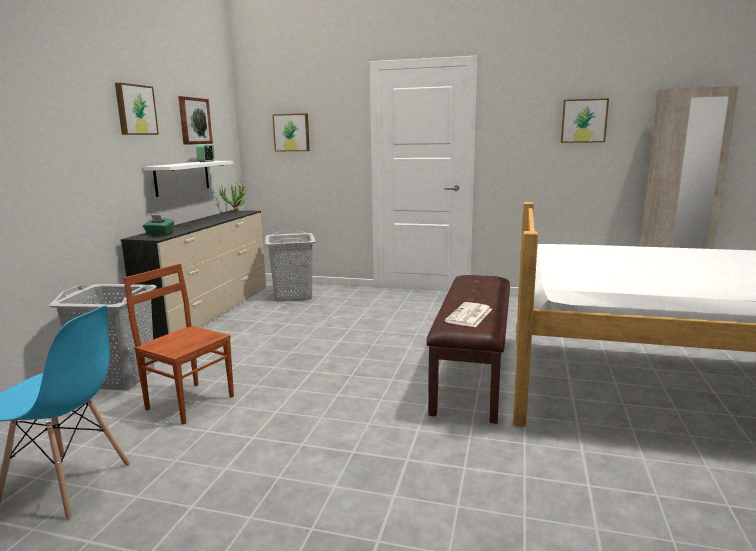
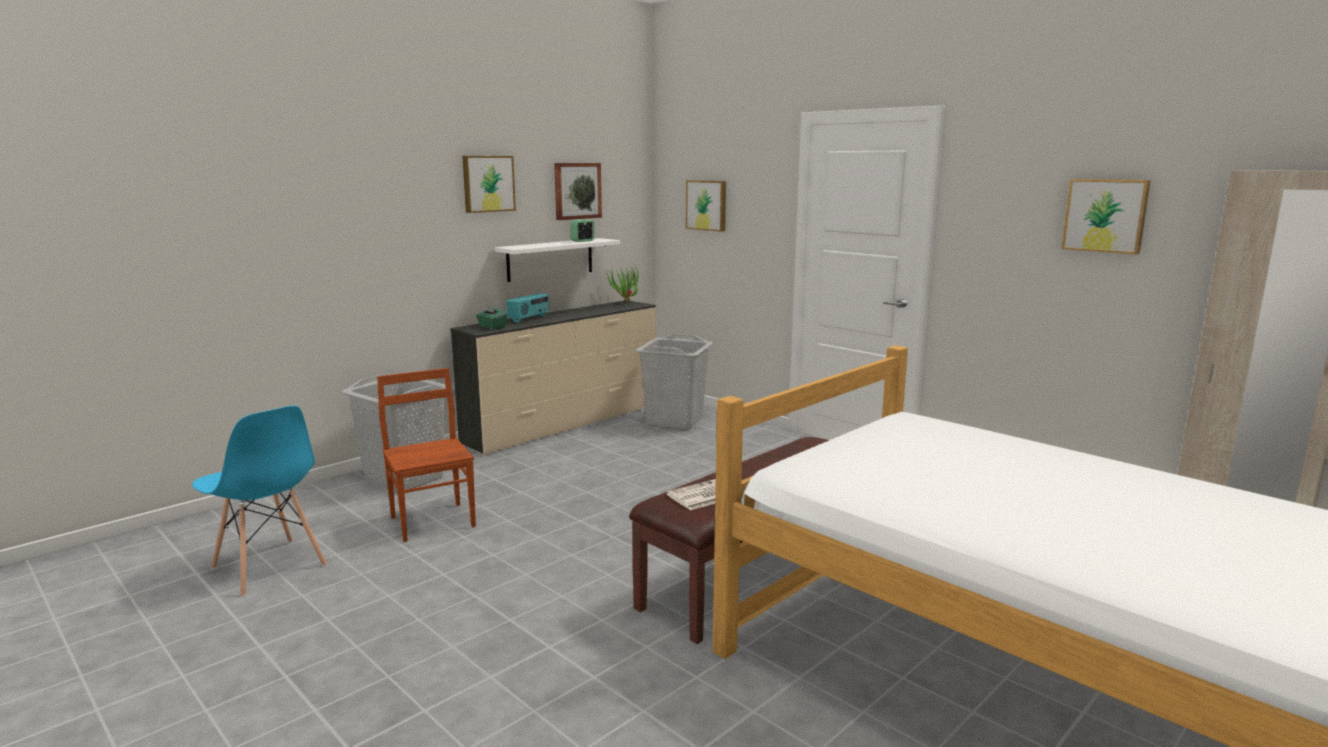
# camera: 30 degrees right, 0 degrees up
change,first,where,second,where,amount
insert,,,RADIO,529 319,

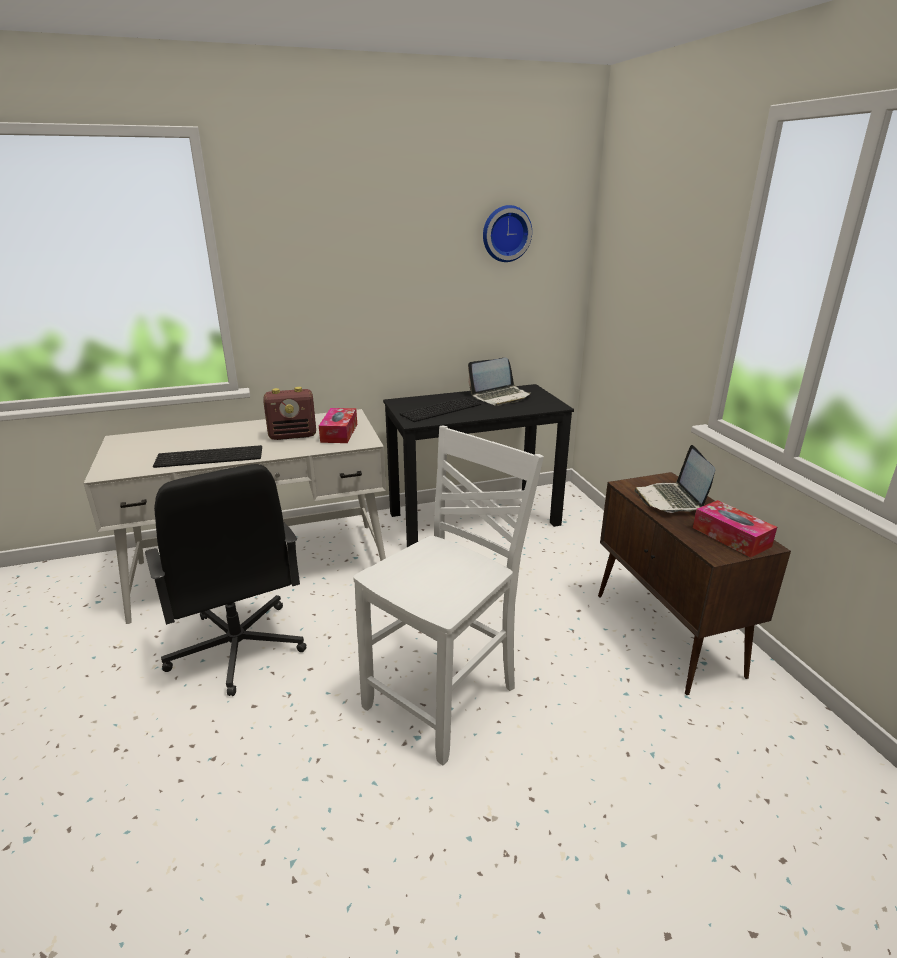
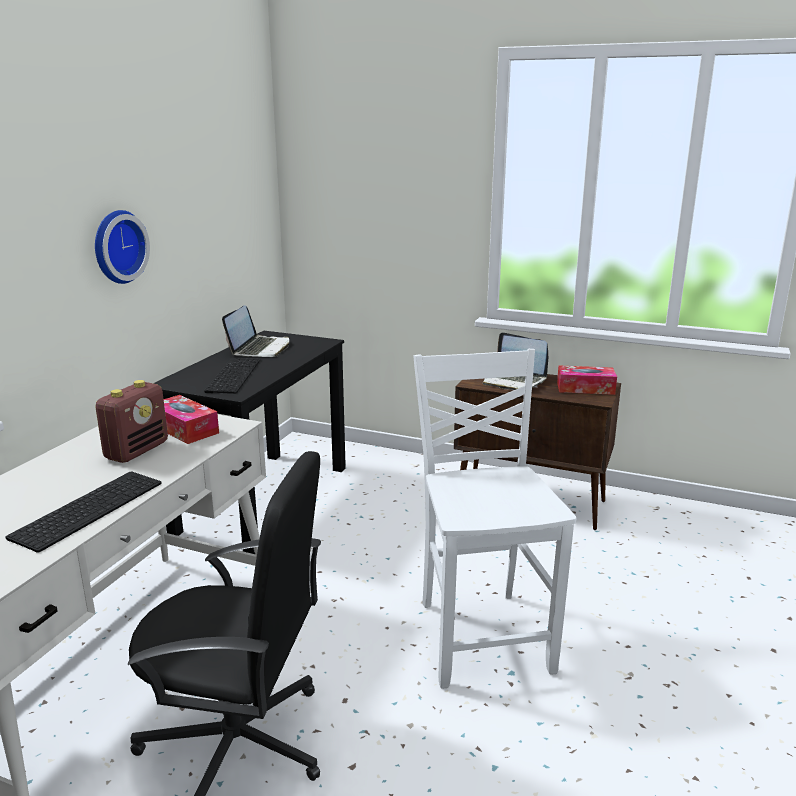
# camera: 50 degrees left, 5 degrees down
change,first,where,second,where,amount
move,WALL CLOCK,505 233,,116 246,

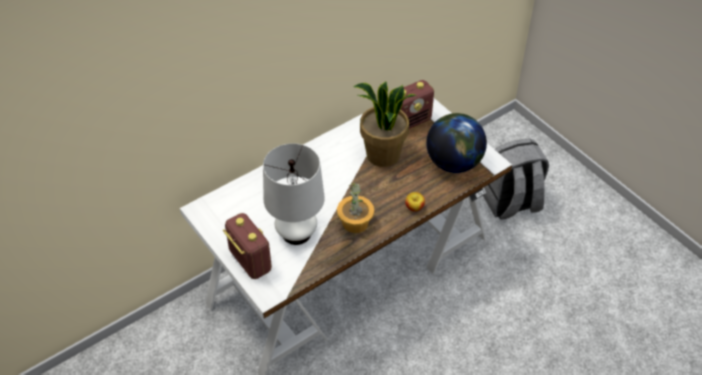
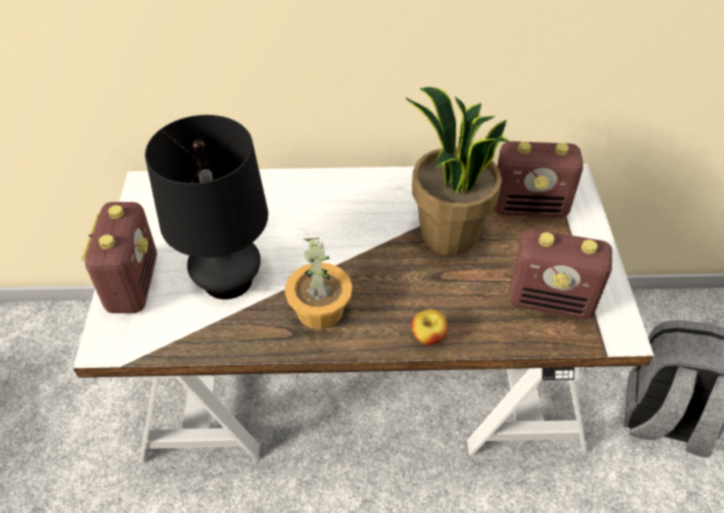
# camera: 35 degrees right, 0 degrees up
change,first,where,second,where,amount
recolor,WHITE TABLE LAMP,296 233,BLACK TABLE LAMP,227 280,
replace,GLOBE,453 163,RADIO,551 301,

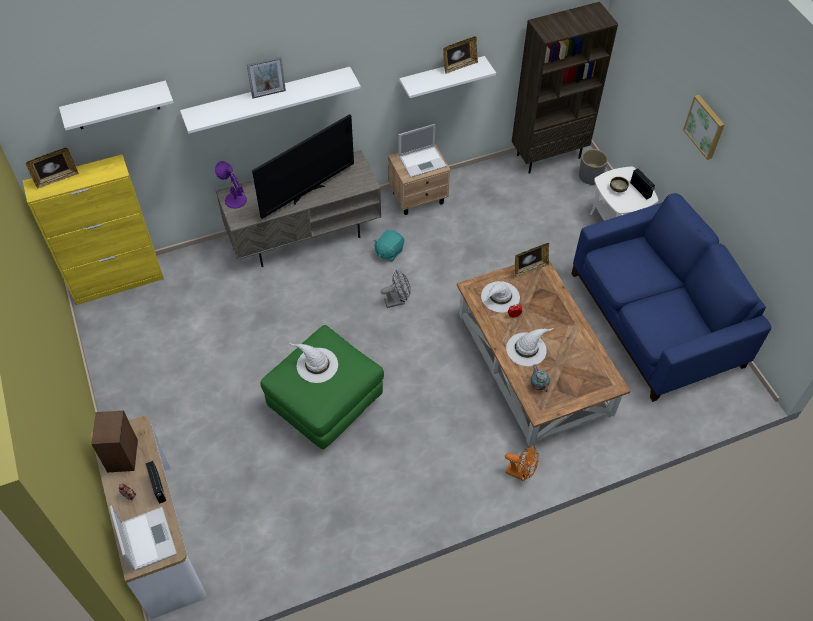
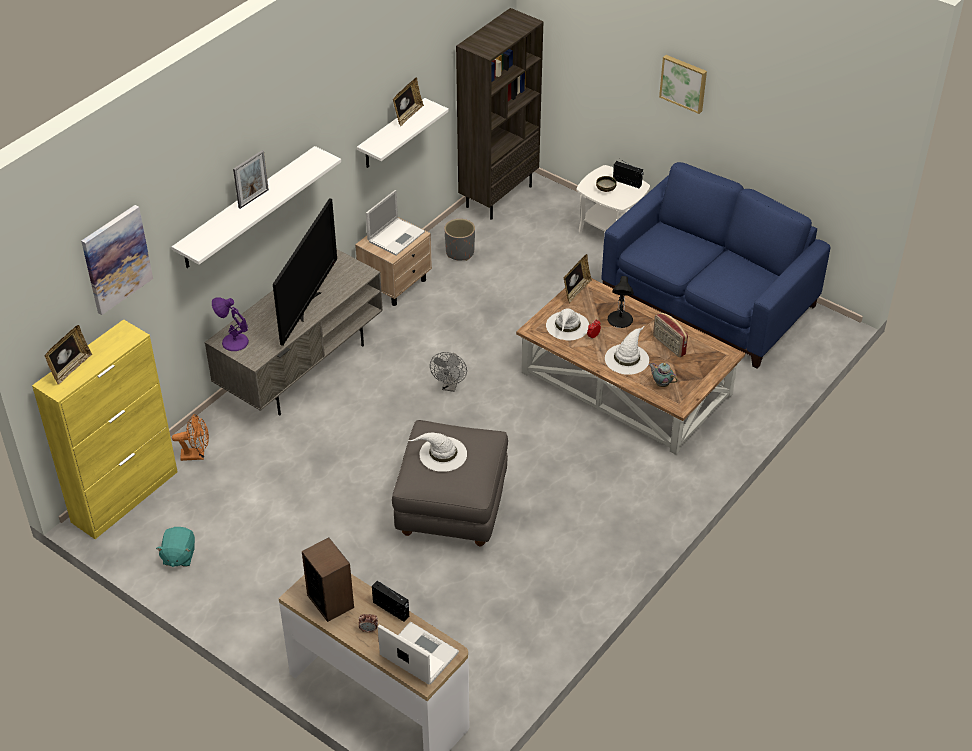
# camera: 30 degrees left, 10 degrees down
change,first,where,second,where,amount
replace,WHITE SHELF,116 106,PICTURE,116 259,
move,TURQUOISE PLUSH TOY,389 251,,178 556,
move,ORANGE FAN,520 473,,196 455,
recolor,GREEN OTTOMAN,325 403,GREY OTTOMAN,451 507,
rotate,GREY FAN,397 301,,450 386,150 degrees clockwise
move,GREY PLANTER,590 177,,460 252,
insert,,,BLACK TABLE LAMP,620 320,
insert,,,RADIO,668 345,

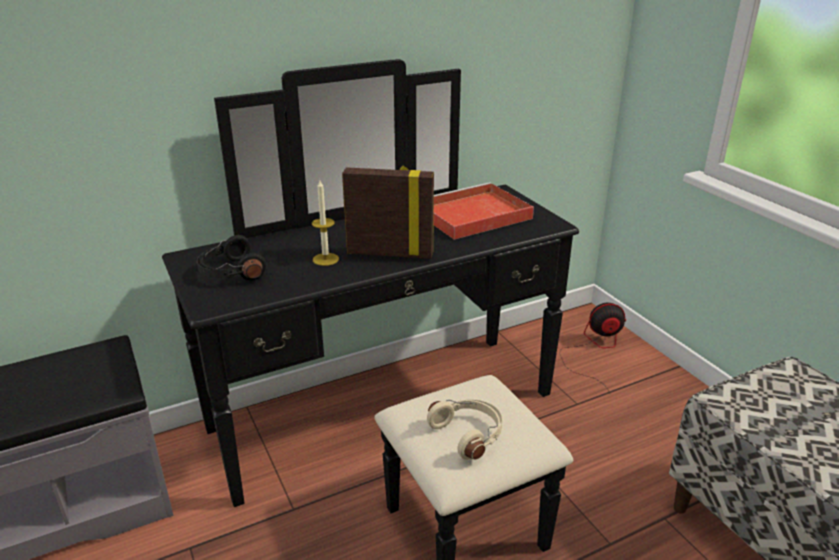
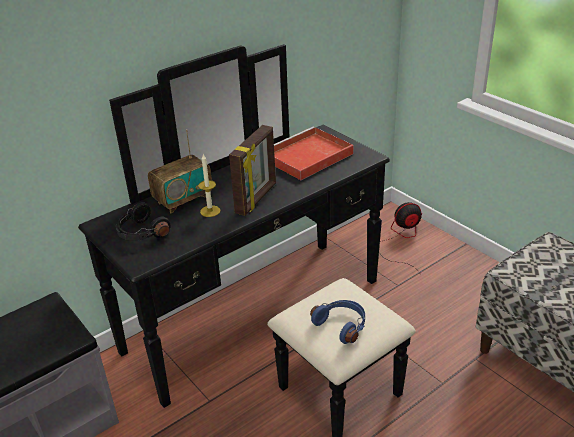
# camera: 10 degrees left, 5 degrees up
change,first,where,second,where,amount
insert,,,RADIO,183 200,
rotate,PICTURE FRAME,390 253,,257 199,120 degrees clockwise
recolor,BEIGE HEADPHONES,469 434,BLUE HEADPHONES,342 325,

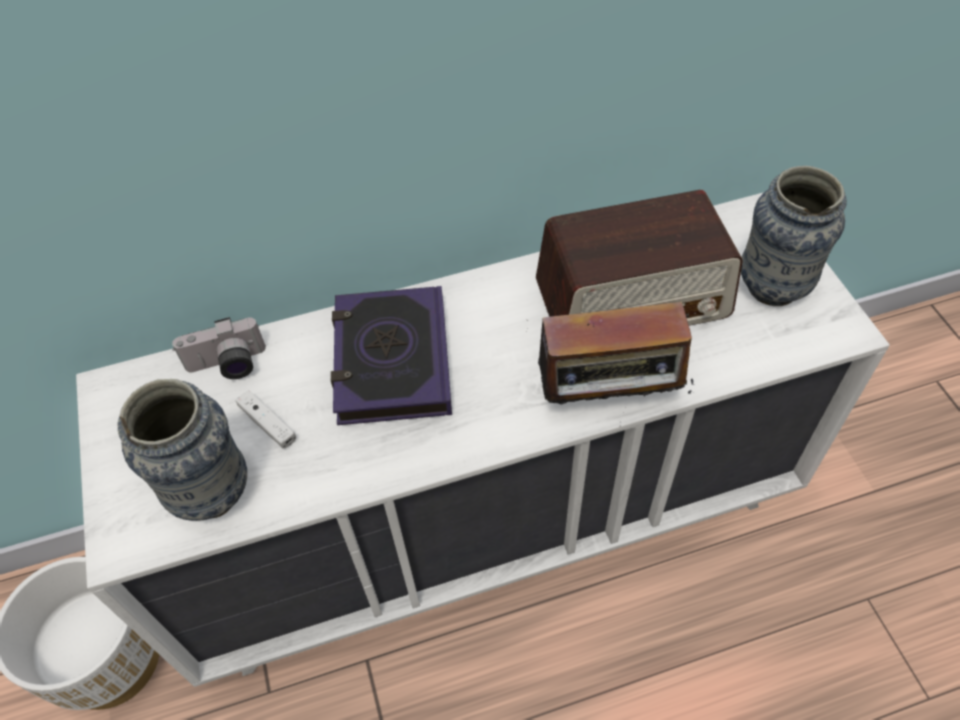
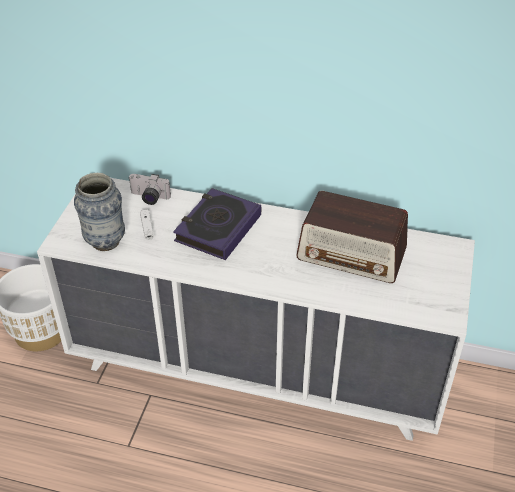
# camera: 30 degrees right, 10 degrees down
change,first,where,second,where,amount
delete,RADIO,609 399,,,
delete,VASE,772 288,,,

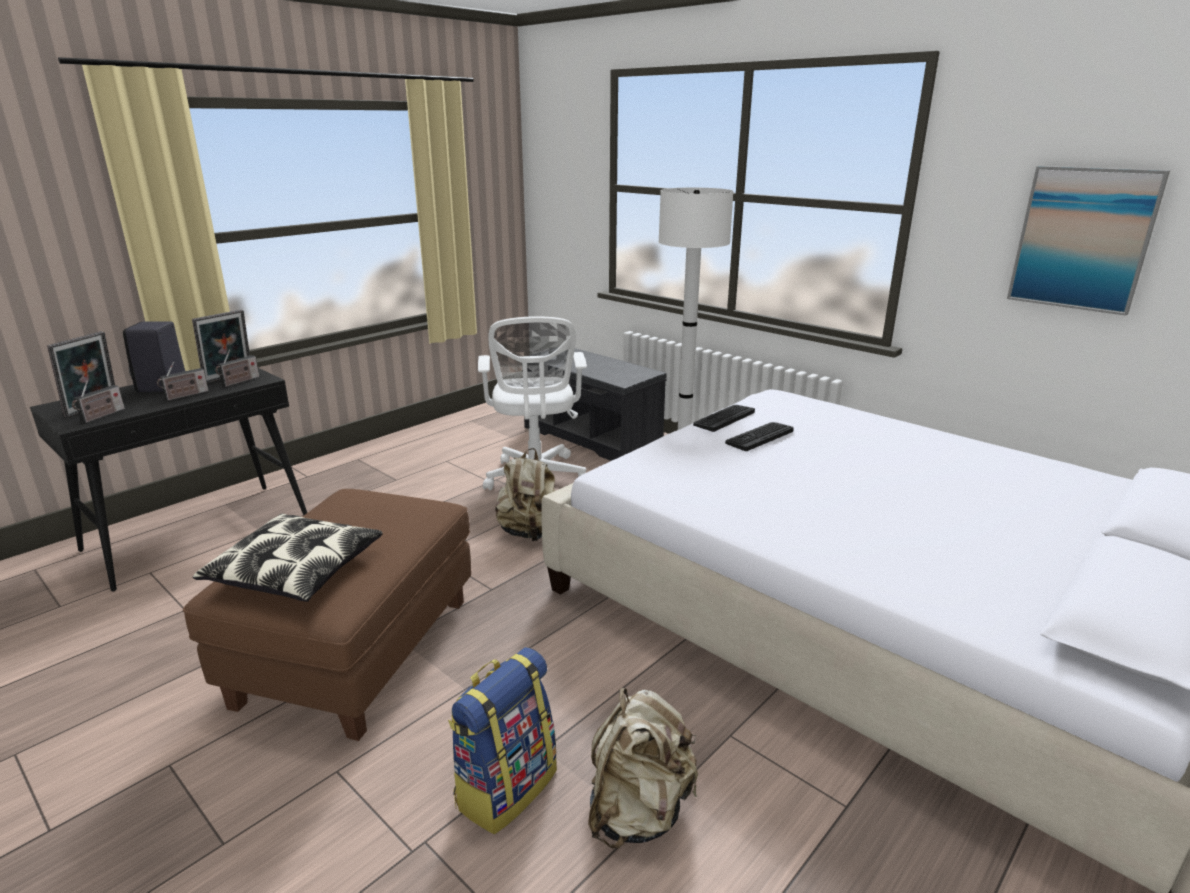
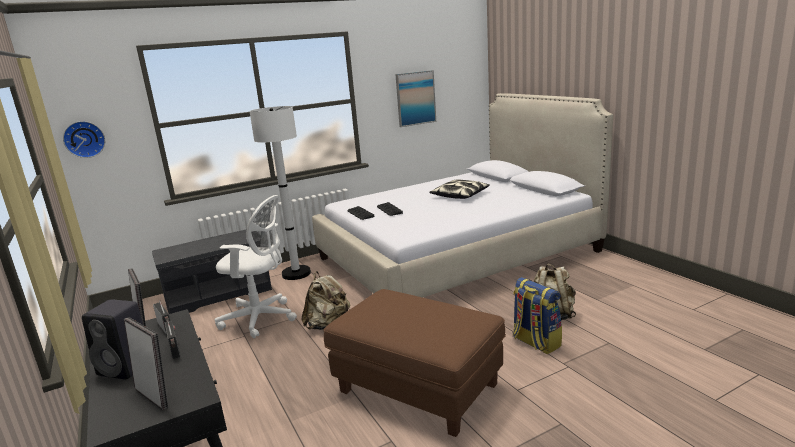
# camera: 70 degrees left, 5 degrees down
change,first,where,second,where,amount
insert,,,WALL CLOCK,84 139,
move,PILLOW,296 571,,460 195,
delete,RADIO,101 416,,,

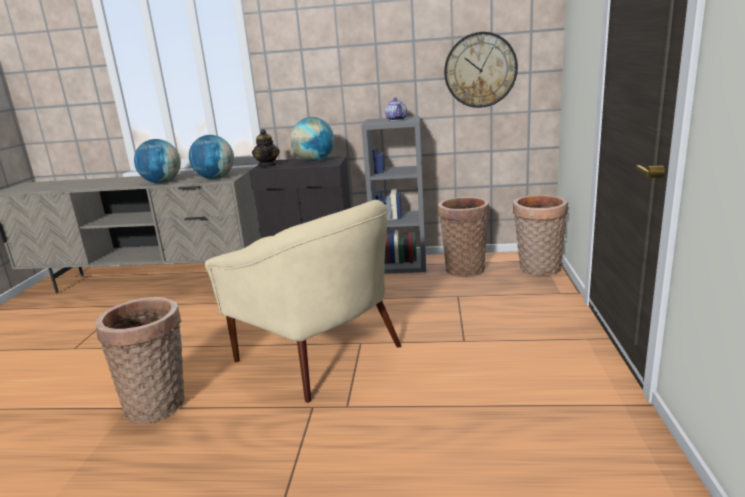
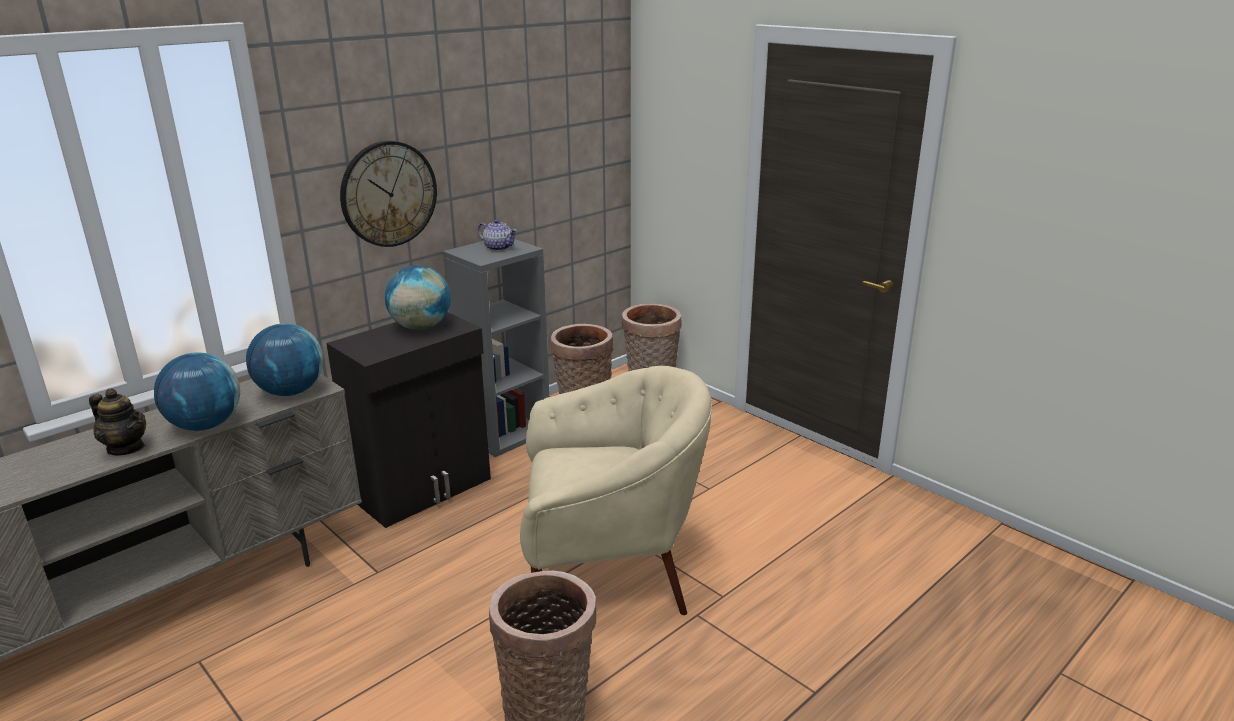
# camera: 50 degrees left, 5 degrees up
change,first,where,second,where,amount
move,TEAPOT,268 165,,126 448,
move,WALL CLOCK,480 70,,388 194,

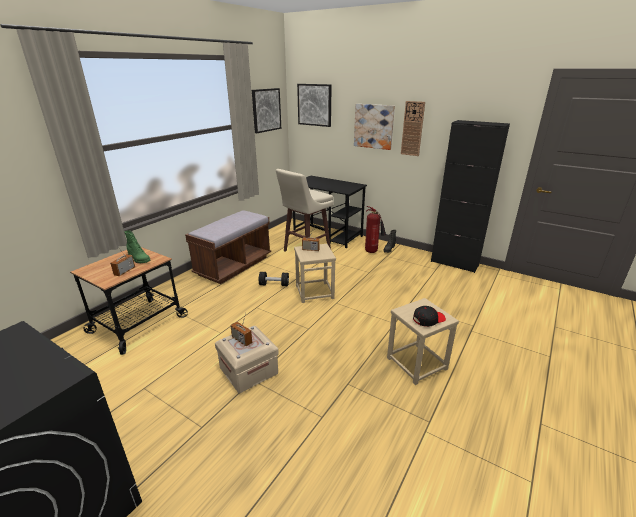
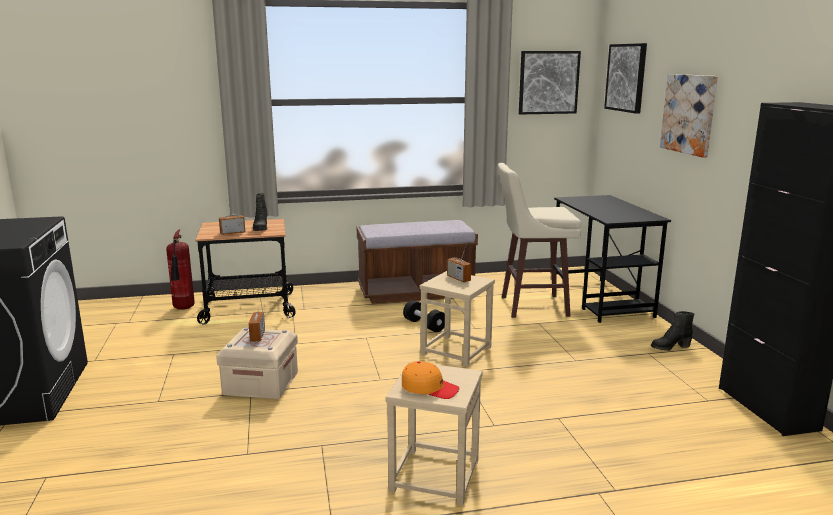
# camera: 45 degrees right, 10 degrees down
change,first,where,second,where,amount
move,FIRE EXTINGUISHER,372 252,,184 309,
recolor,GREEN BOOT,139 259,BLACK BOOT,260 228,
recolor,BLACK CAP,428 319,ORANGE CAP,429 388,
delete,WALL CLOCK,412 129,,,

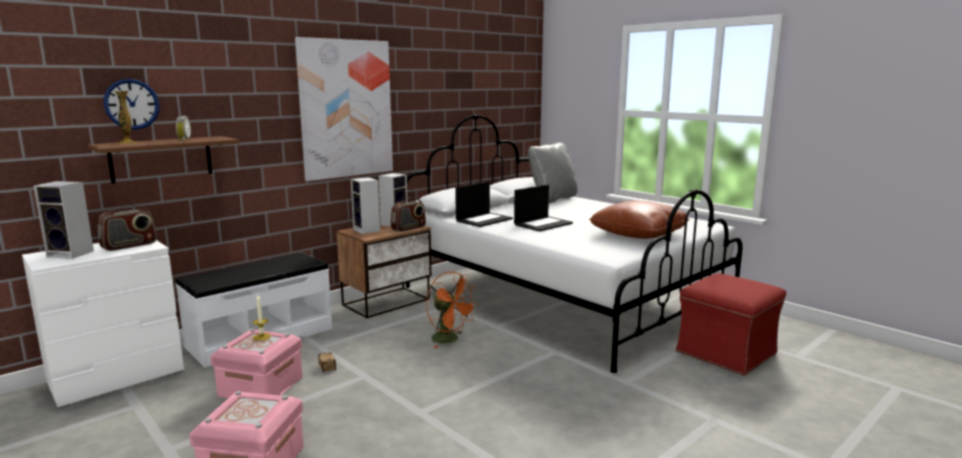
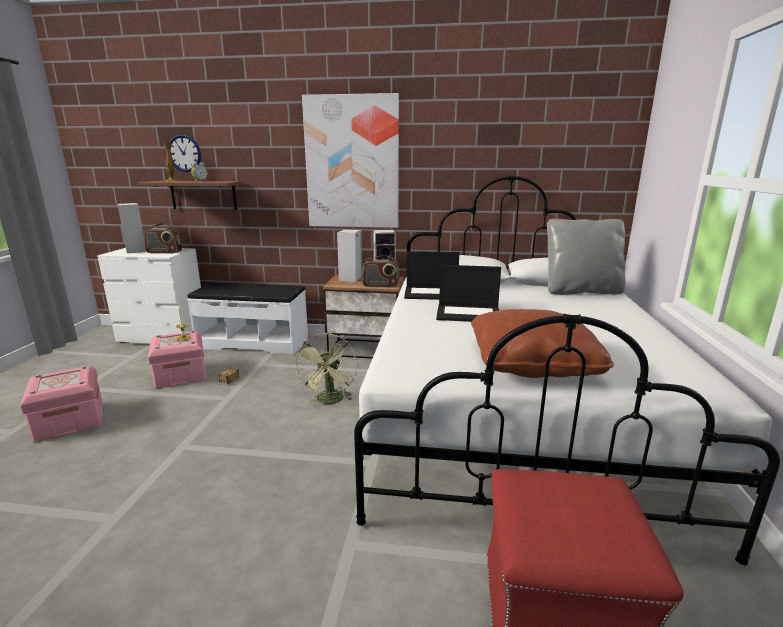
# camera: 50 degrees right, 5 degrees up
change,first,where,second,where,amount
recolor,ORANGE FAN,450 340,GREEN FAN,330 401,

